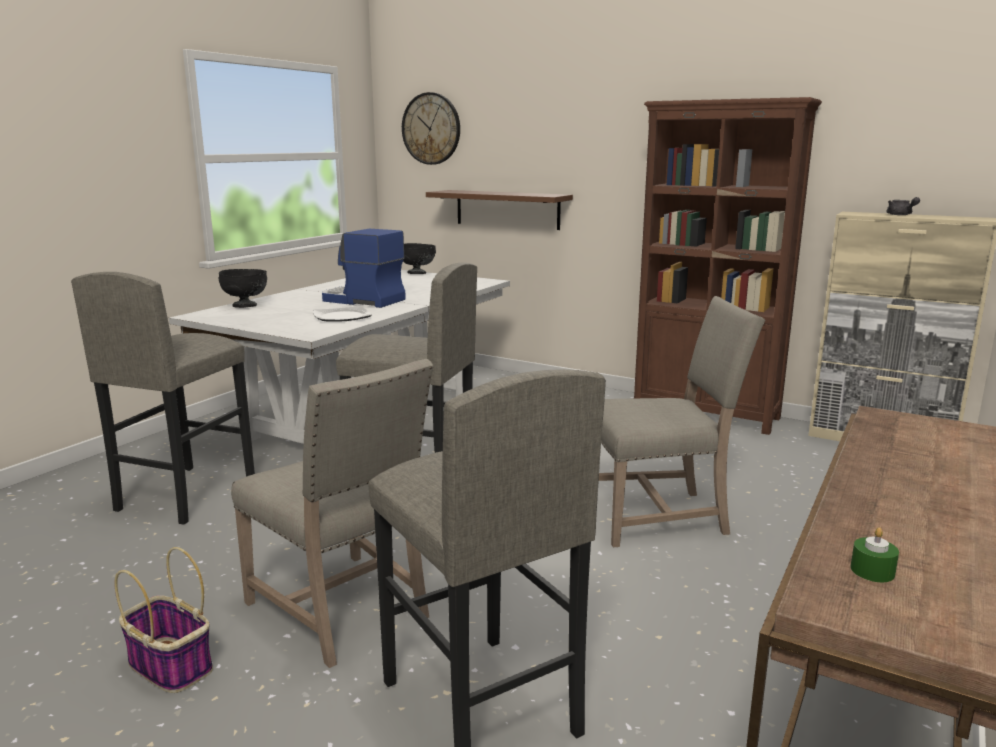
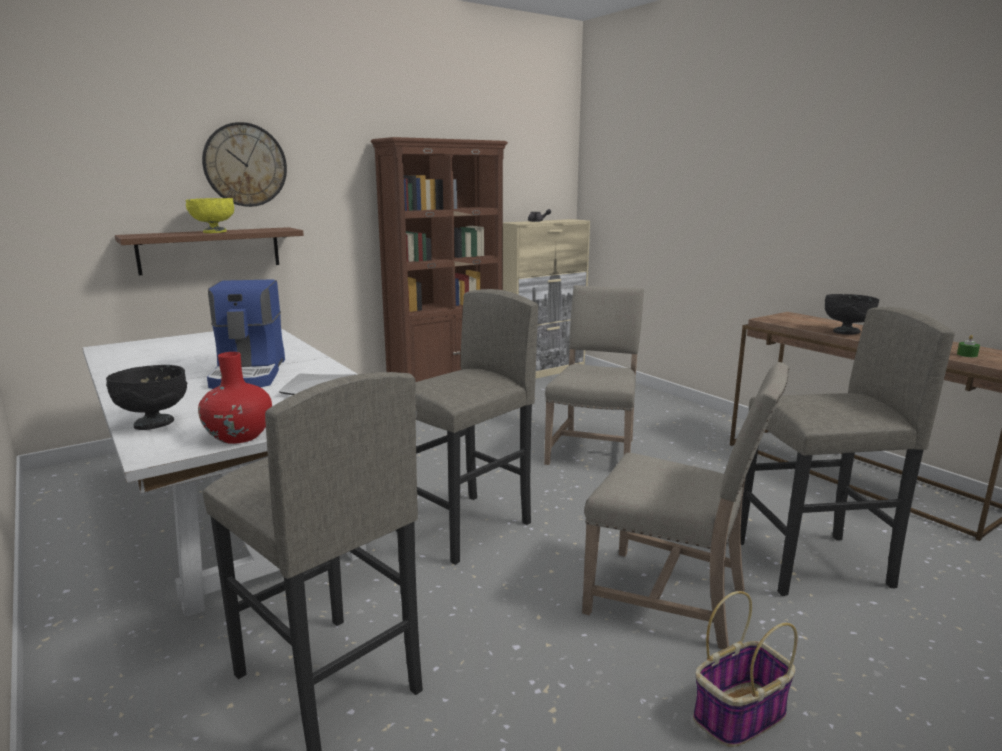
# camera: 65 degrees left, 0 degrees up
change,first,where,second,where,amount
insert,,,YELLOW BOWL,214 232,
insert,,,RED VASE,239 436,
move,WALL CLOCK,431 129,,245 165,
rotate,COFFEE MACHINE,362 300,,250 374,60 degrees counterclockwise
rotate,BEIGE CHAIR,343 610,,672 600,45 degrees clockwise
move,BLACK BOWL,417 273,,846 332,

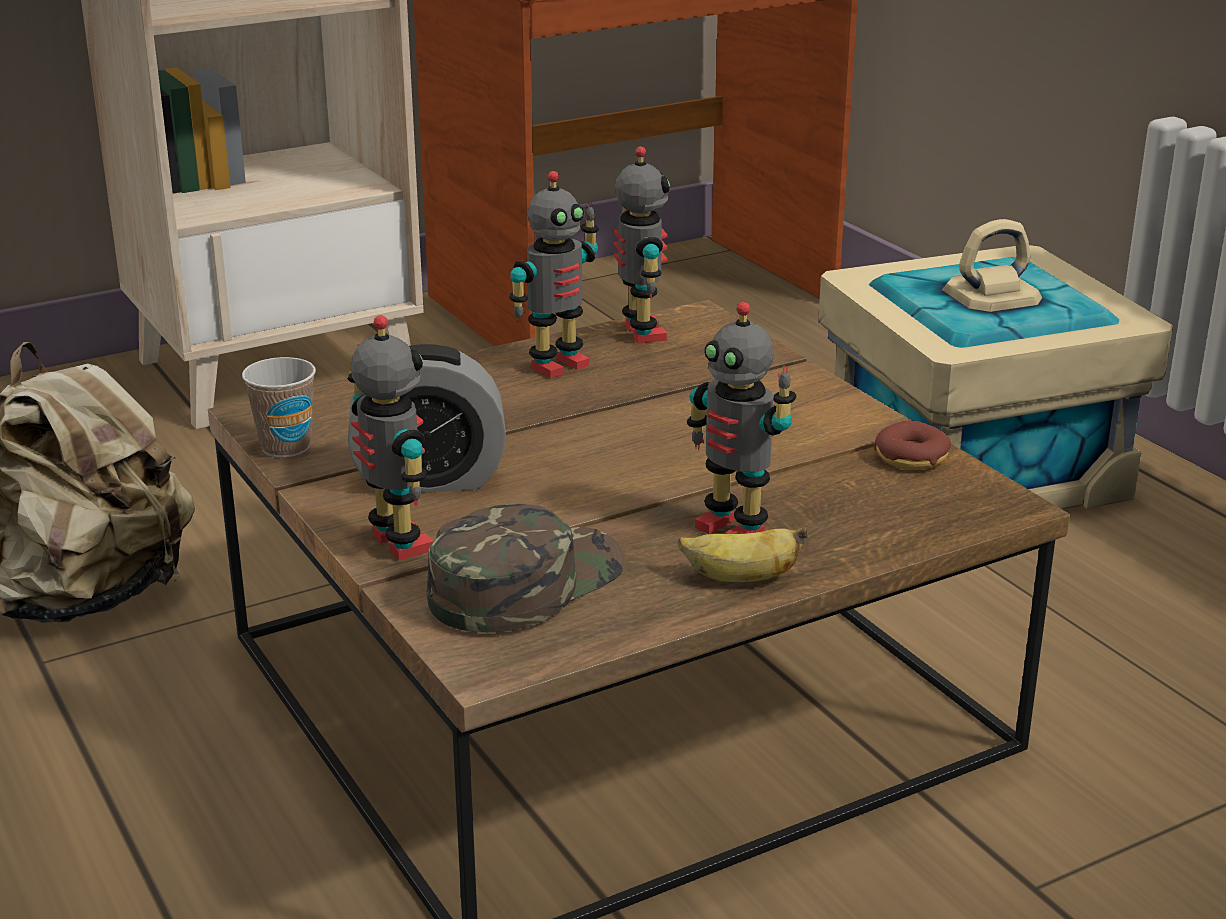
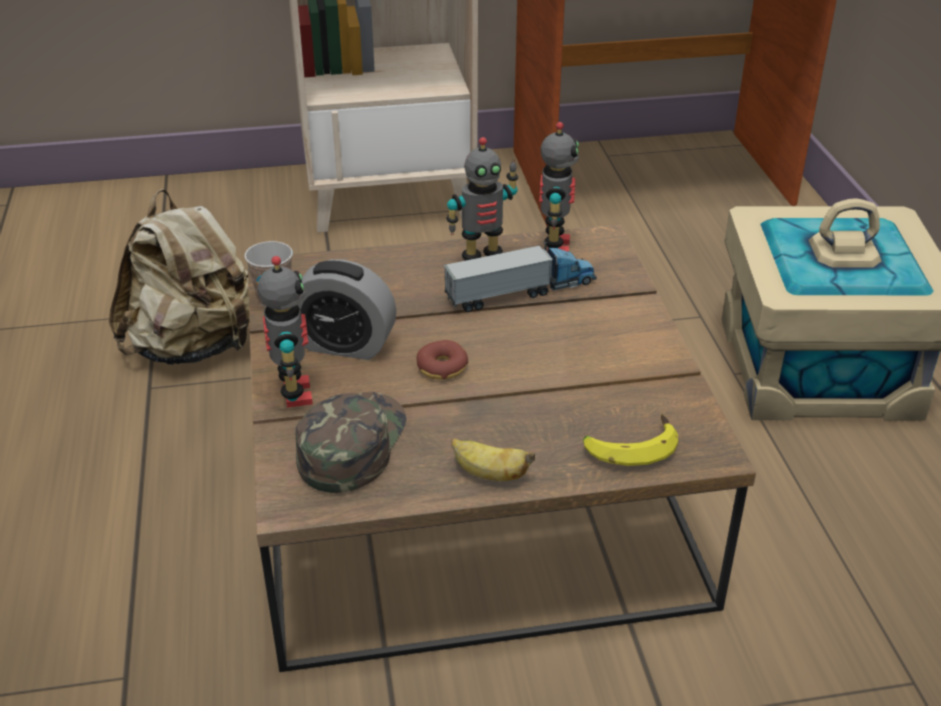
# camera: 20 degrees right, 10 degrees up
change,first,where,second,where,amount
rotate,GREEN CAP,524 583,,351 444,45 degrees counterclockwise
move,DONUT,911 457,,442 367,
insert,,,TOY TRUCK,521 291,
insert,,,BANANA,629 446,
delete,TOY ROBOT,733 529,,,

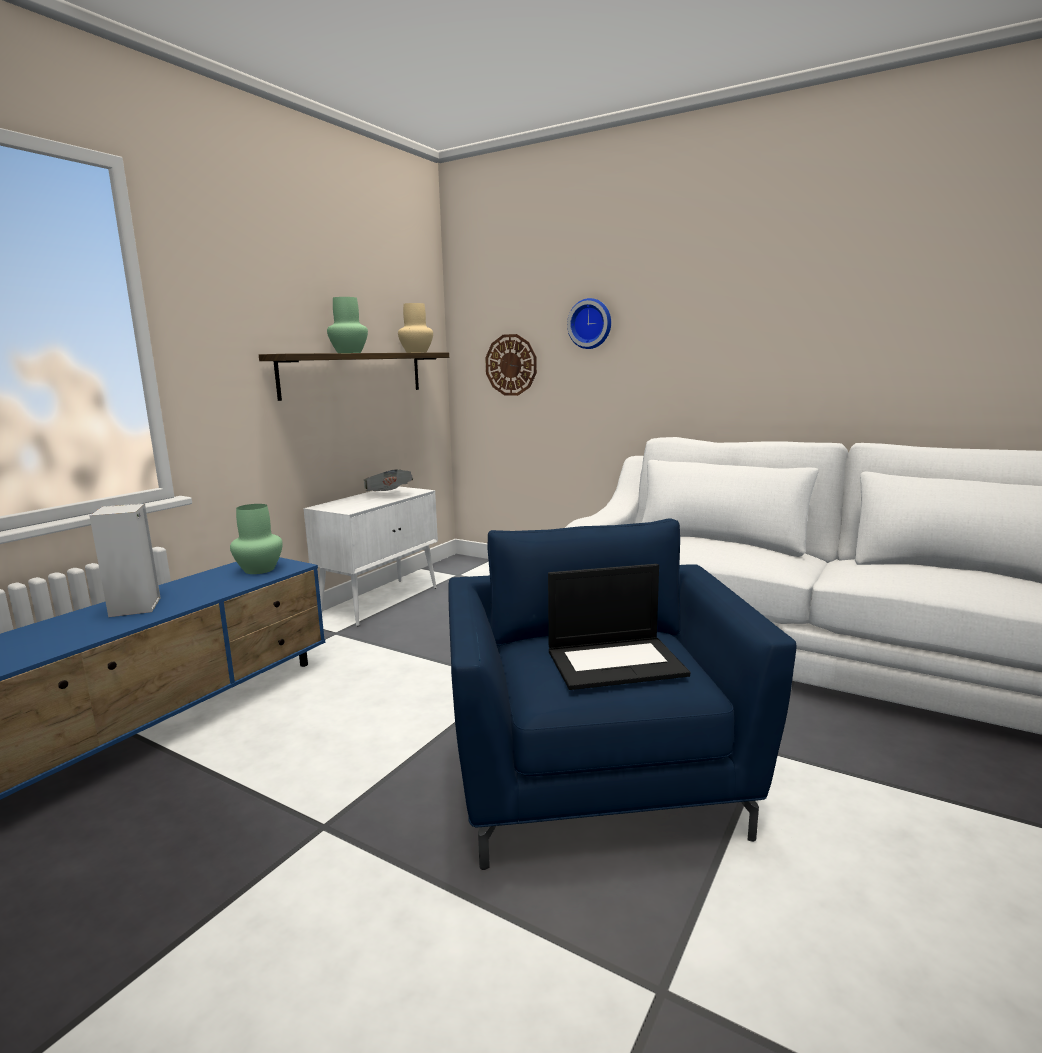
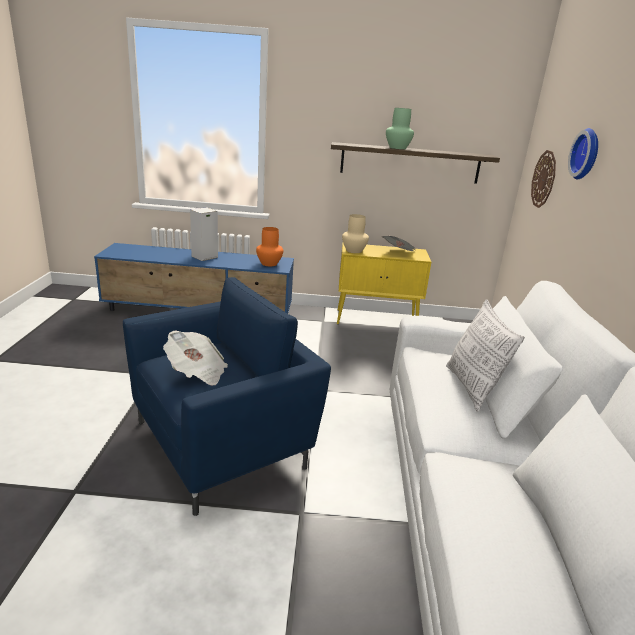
# camera: 60 degrees right, 10 degrees up
change,first,where,second,where,amount
replace,LAPTOP,616 662,NEWSPAPER,197 372,
recolor,GREEN VASE,259 569,ORANGE VASE,269 263,
recolor,WHITE CABINET,381 601,YELLOW CABINET,377 320,
move,BEIGE VASE,417 352,,353 251,
insert,,,PILLOW,472 388,

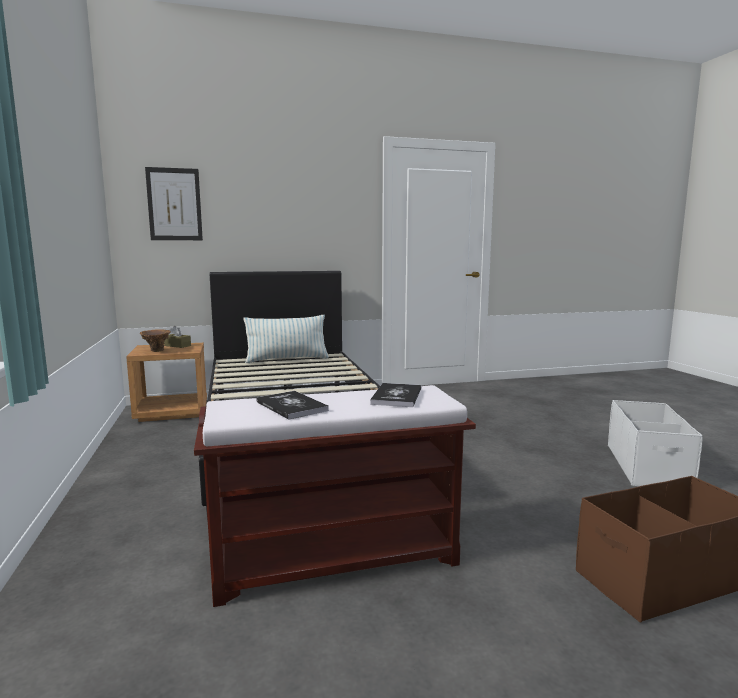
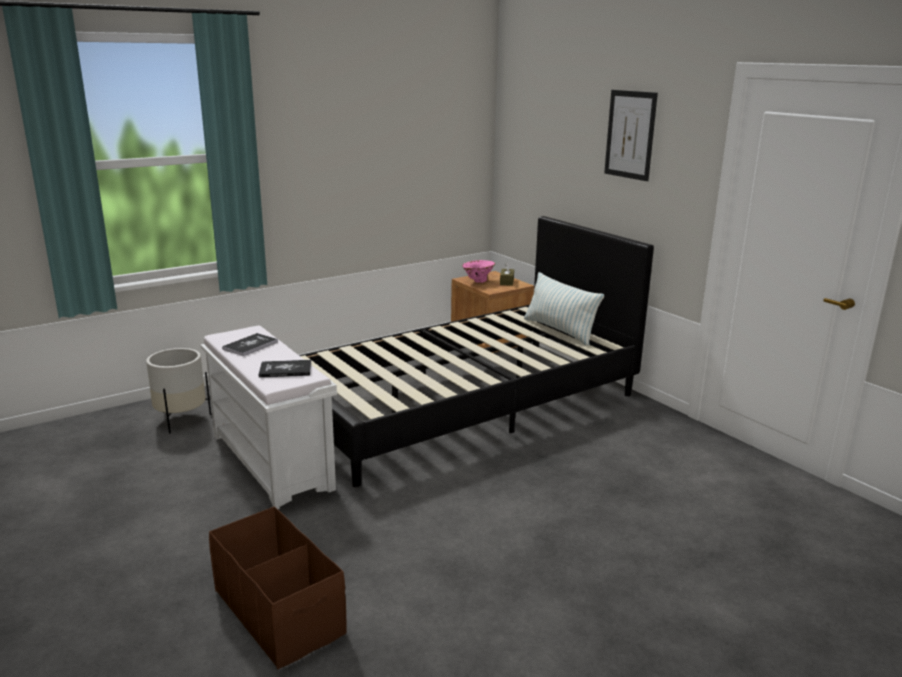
# camera: 70 degrees right, 10 degrees up
change,first,where,second,where,amount
insert,,,WHITE PLANTER,181 420,
recolor,BROWN BENCH,337 557,WHITE BENCH,273 462,
recolor,BROWN VASE,156 351,PINK VASE,477 281,
move,PICTURE,174 204,,630 135,
delete,WHITE STORAGE BOX,647 467,,,

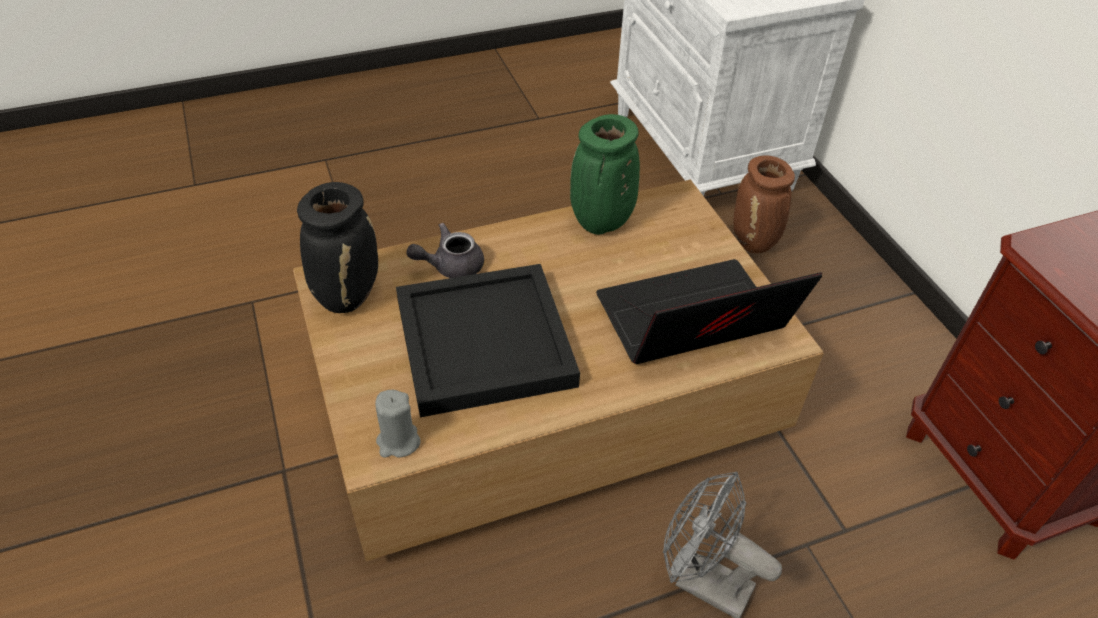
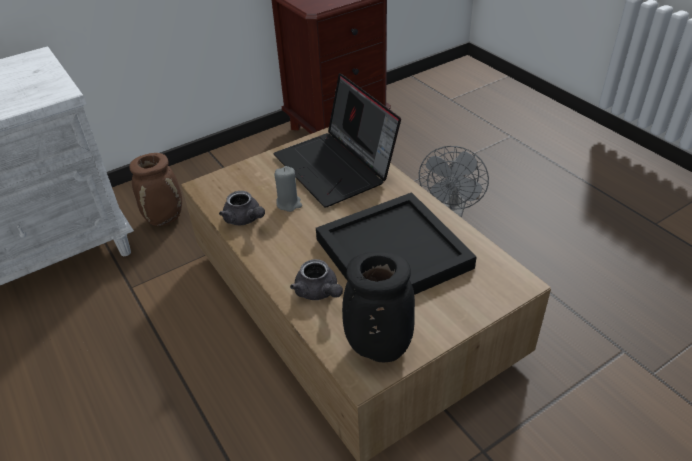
# camera: 100 degrees left, 5 degrees down
change,first,where,second,where,amount
replace,GREEN VASE,601 224,GREY TEAPOT,245 219,
move,GREY CANDLE,398 441,,289 203,

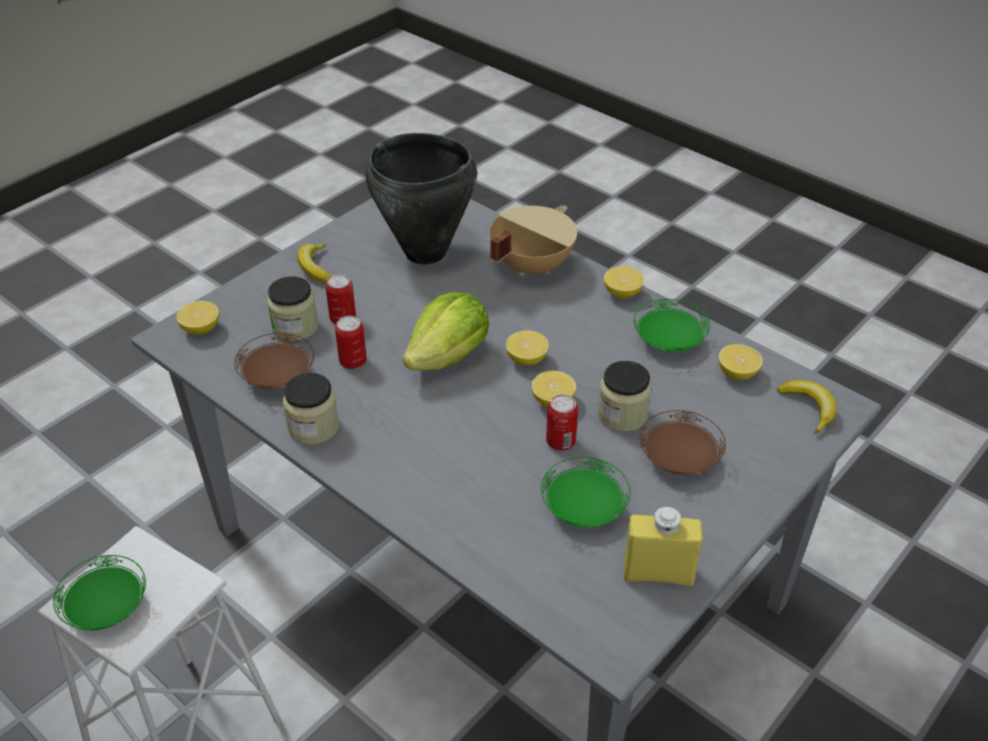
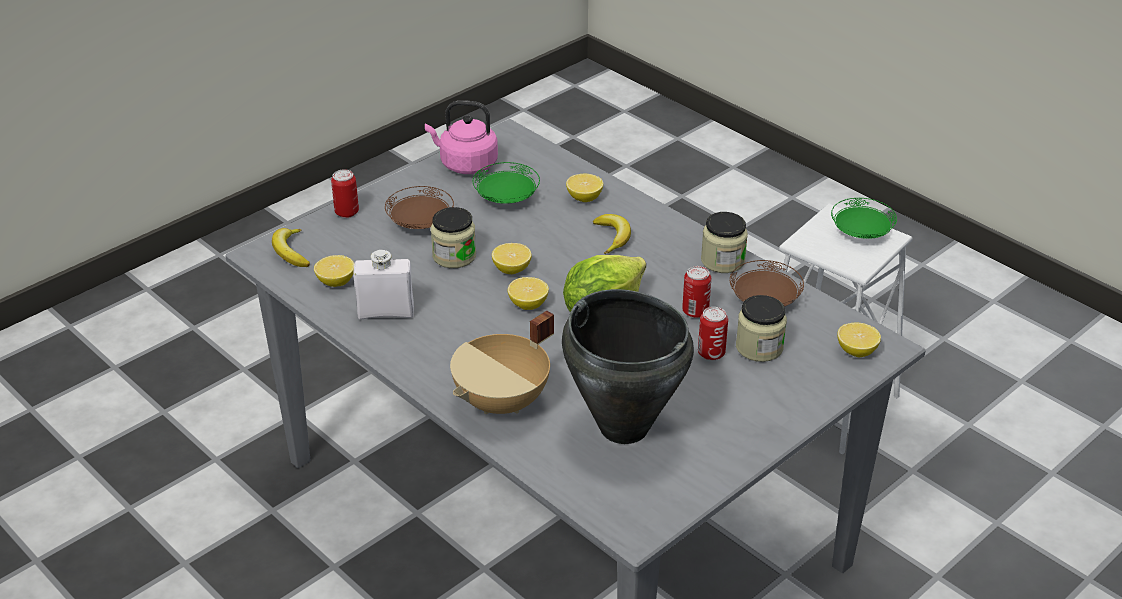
# camera: 175 degrees left, 5 degrees down
change,first,where,second,where,amount
move,CAN,560 442,,347 212,
replace,GREEN PLATE,668 342,WHITE BOTTLE,386 313,
replace,YELLOW BOTTLE,658 574,PINK KETTLE,465 164,
move,LEMON,622 293,,584 198,
move,BANANA,316 268,,612 237,

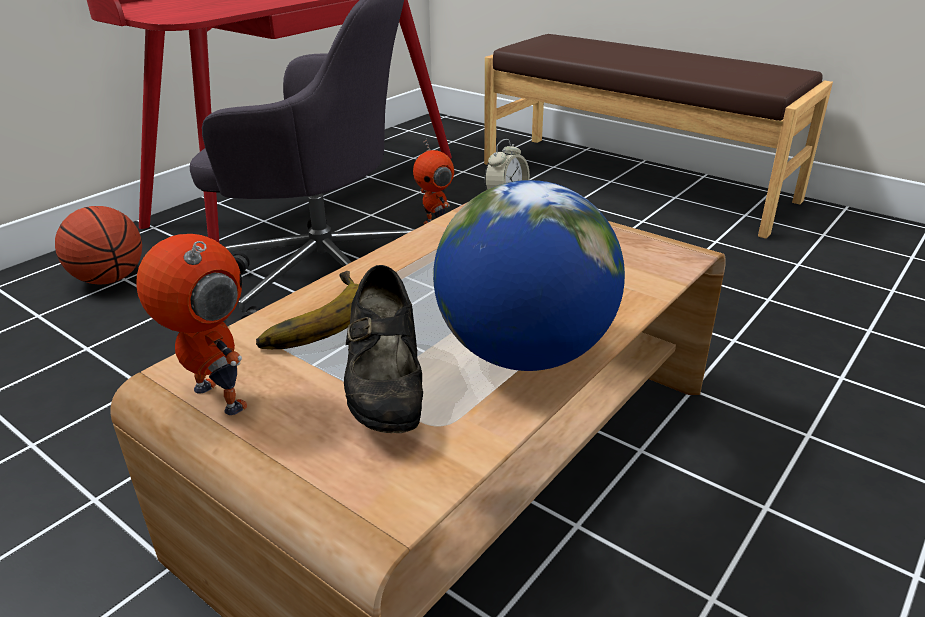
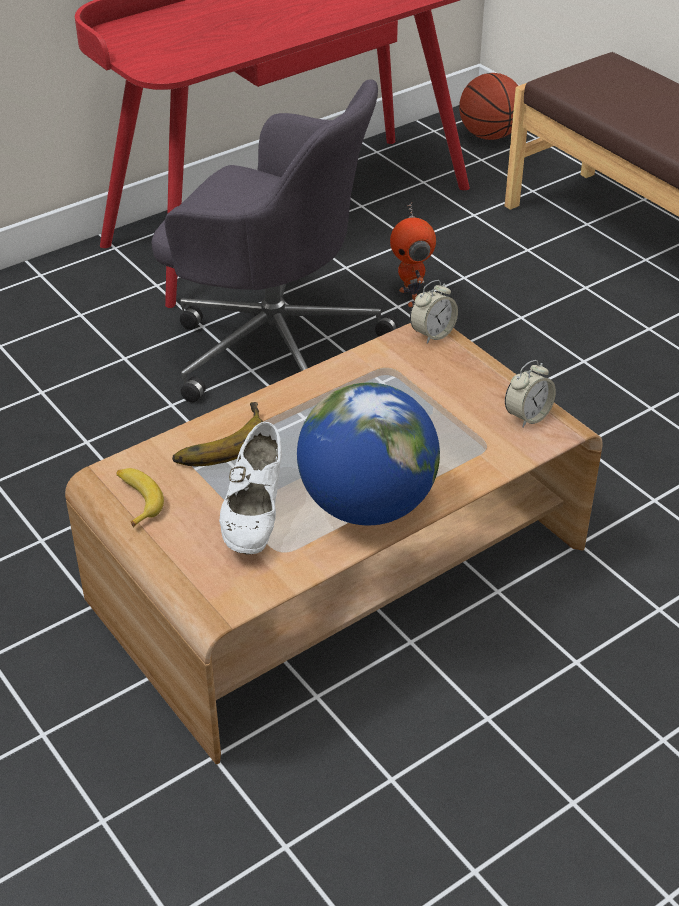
# camera: 15 degrees right, 10 degrees up
change,first,where,second,where,amount
replace,TOY ROBOT,216 399,BANANA,136 500,
recolor,BLACK SHOE,386 390,WHITE SHOE,254 516,
move,BASKETBALL,109 279,,489 136,
insert,,,ALARM CLOCK,527 416,

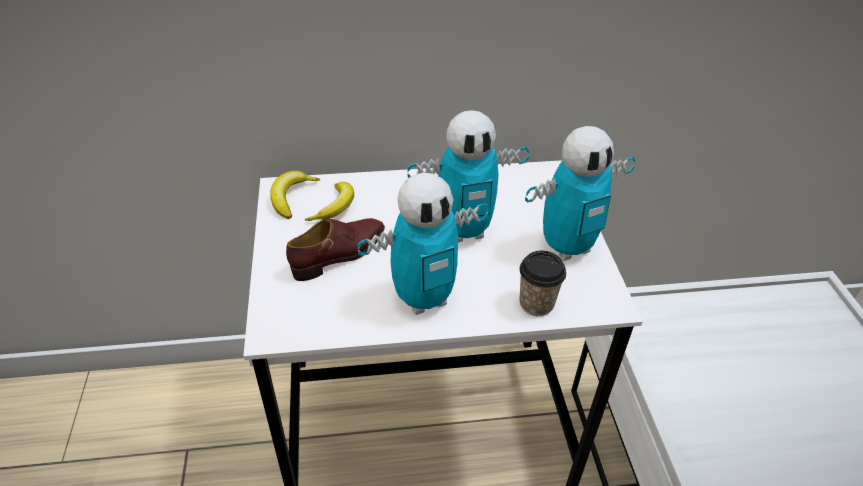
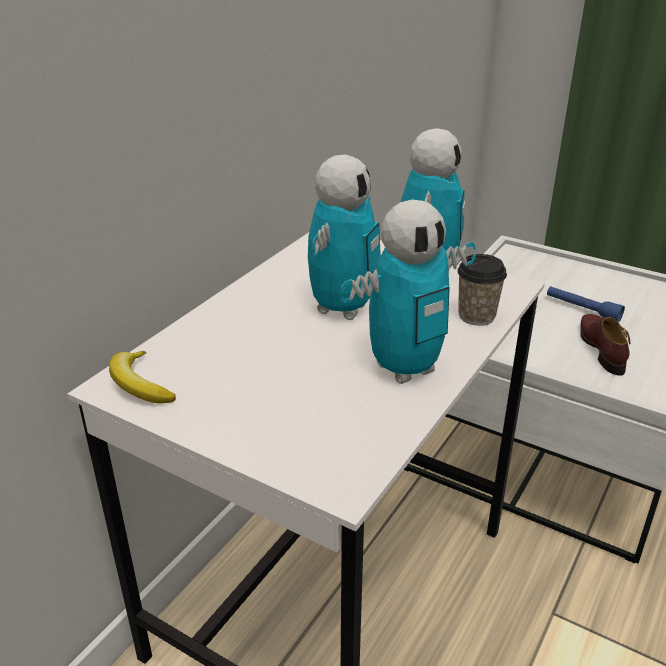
# camera: 50 degrees left, 10 degrees down
change,first,where,second,where,amount
rotate,TOY ROBOT,423 299,,405 368,45 degrees clockwise
insert,,,BLUE FLASHLIGHT,582 310,
move,BROWN SHOE,340 254,,602 348,
delete,BANANA,335 207,,,

